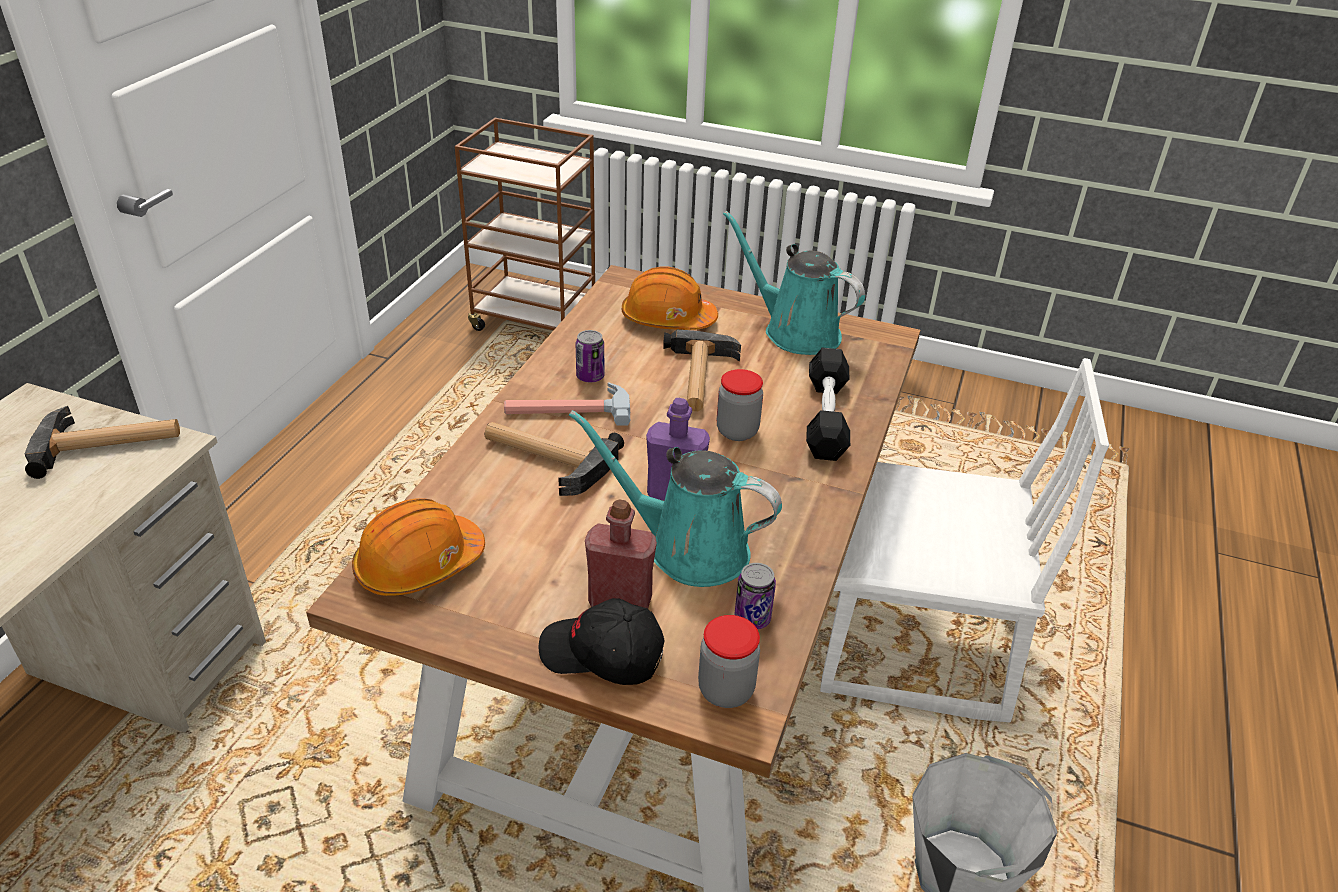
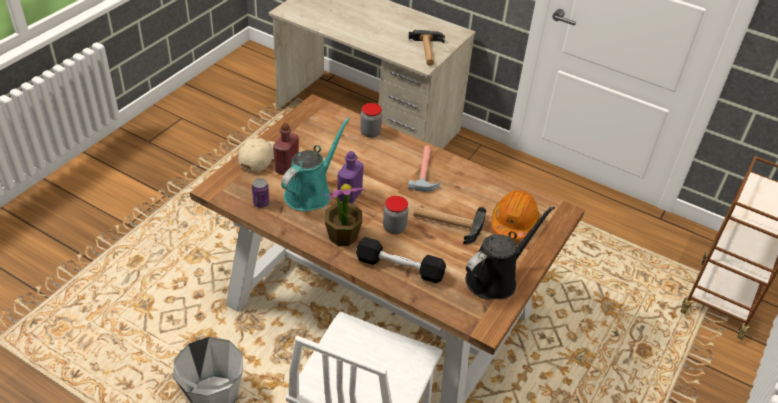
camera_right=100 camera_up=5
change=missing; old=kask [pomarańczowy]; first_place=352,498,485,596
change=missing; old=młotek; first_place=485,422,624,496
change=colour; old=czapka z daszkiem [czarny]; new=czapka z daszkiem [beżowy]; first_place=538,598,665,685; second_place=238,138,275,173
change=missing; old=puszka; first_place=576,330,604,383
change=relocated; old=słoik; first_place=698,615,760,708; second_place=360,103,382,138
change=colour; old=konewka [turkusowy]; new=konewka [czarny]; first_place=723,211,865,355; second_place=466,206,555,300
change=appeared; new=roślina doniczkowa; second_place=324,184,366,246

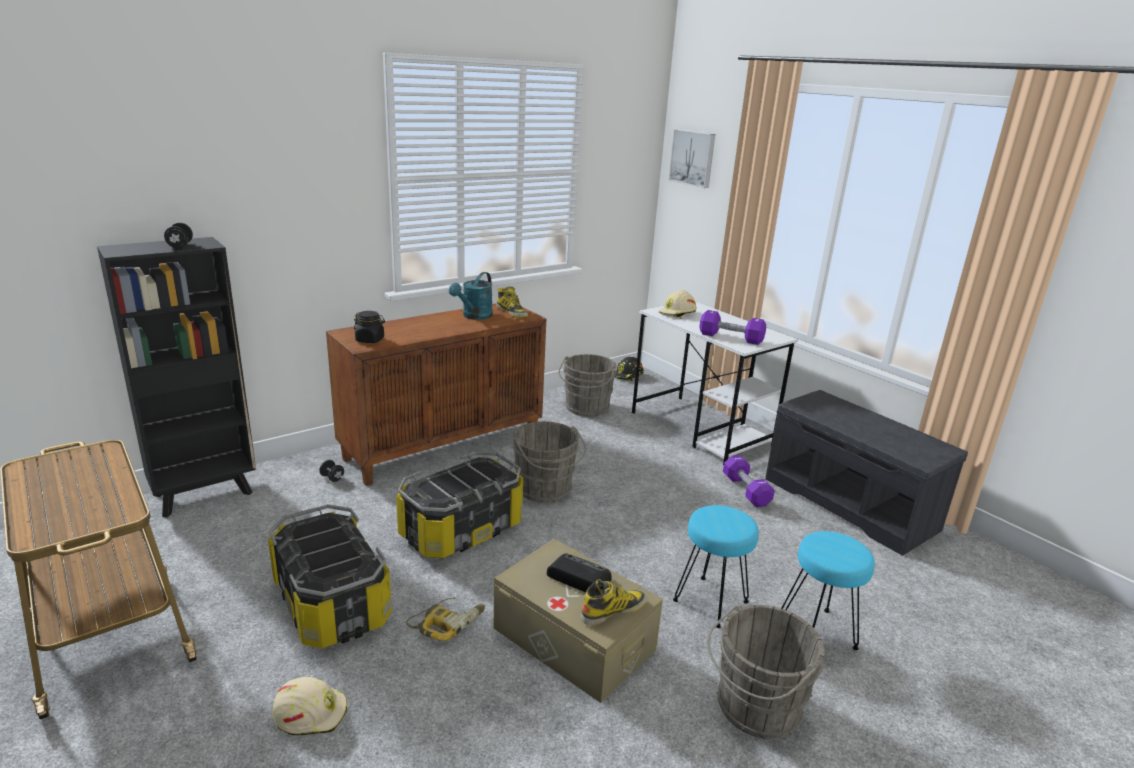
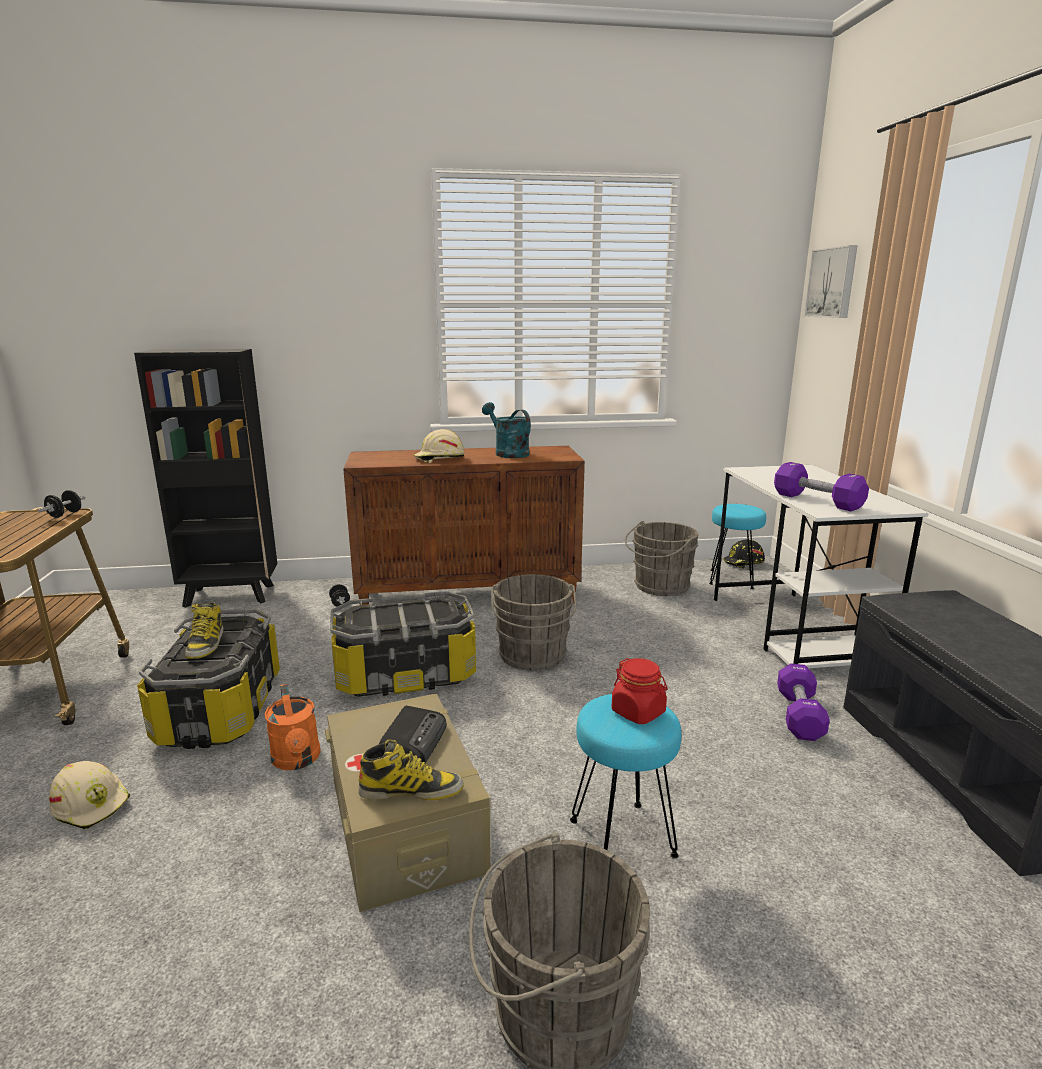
camera_right=30 camera_up=-5
change=relocated; old=hantel [czarny]; first_place=164,223,193,248; second_place=38,490,85,518
change=missing; old=słoik [czarny]; first_place=354,311,385,343
change=exchanged; old=wiertarka; new=konewka [pomarańczowy]; first_place=406,597,485,641; second_place=265,684,321,770
change=spun; old=konewka [turkusowy]; first_place=449,272,493,320; second_place=482,402,531,458; degrees=90
change=relocated; old=but z cholewką; first_place=496,286,528,318; second_place=185,602,223,659
change=spun; old=radio; first_place=547,554,611,592; second_place=379,706,447,762; degrees=45
change=relocated; old=kask [beżowy]; first_place=659,290,697,319; second_place=414,429,465,463
change=relocated; old=stołek [turkusowy]; first_place=781,531,875,650; second_place=709,504,766,589
change=appeared; new=słoik [czerwony]; second_place=612,658,668,724

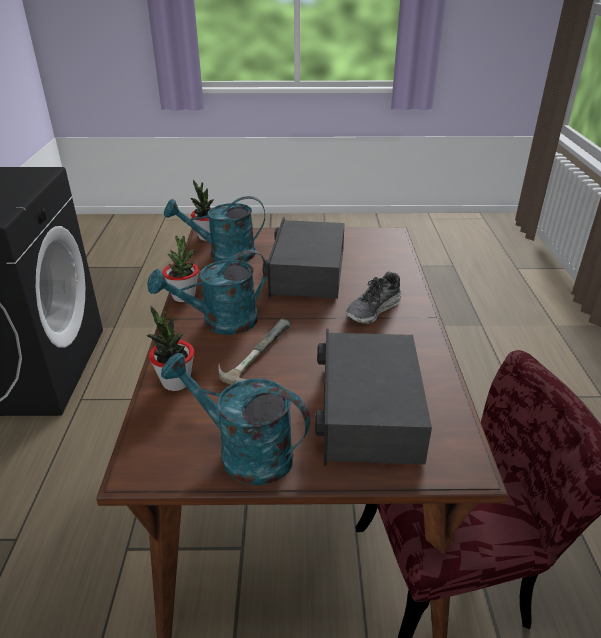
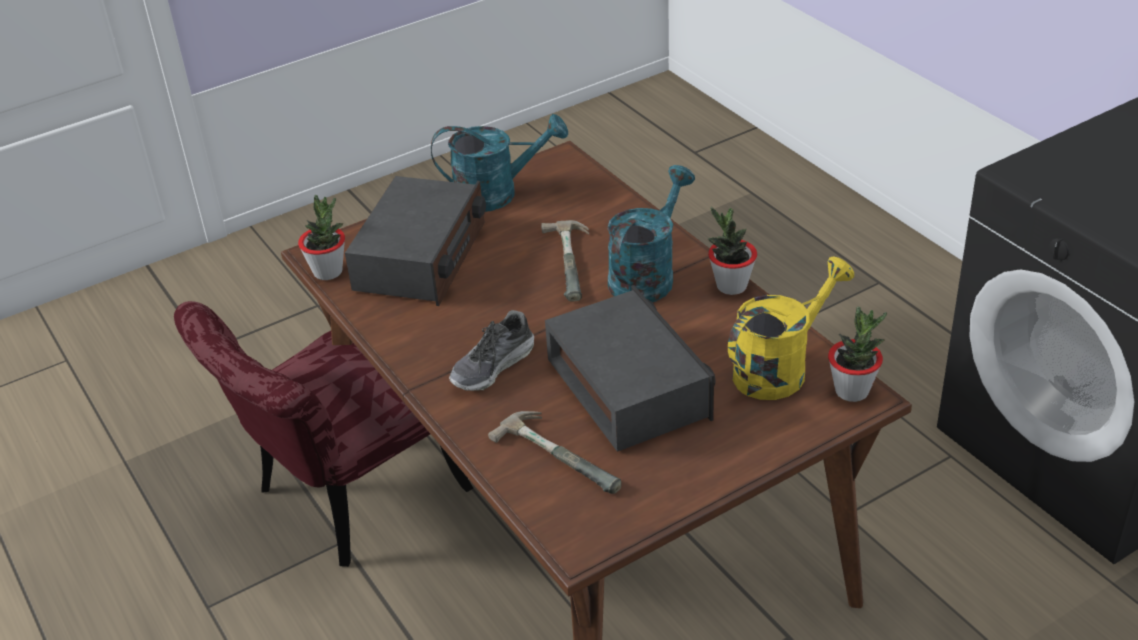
camera_right=150 camera_up=5
change=relocated; old=roślina doniczkowa; first_place=146,306,194,391; second_place=298,195,345,280
change=colour; old=konewka [turkusowy]; new=konewka [żółty]; first_place=164,196,265,262; second_place=728,256,854,400
change=spun; old=radio; first_place=315,329,432,466; second_place=345,176,486,306; degrees=45
change=spun; old=but; first_place=345,272,402,324; second_place=449,310,534,391; degrees=-150
change=appeared; new=młotek; second_place=488,411,621,494

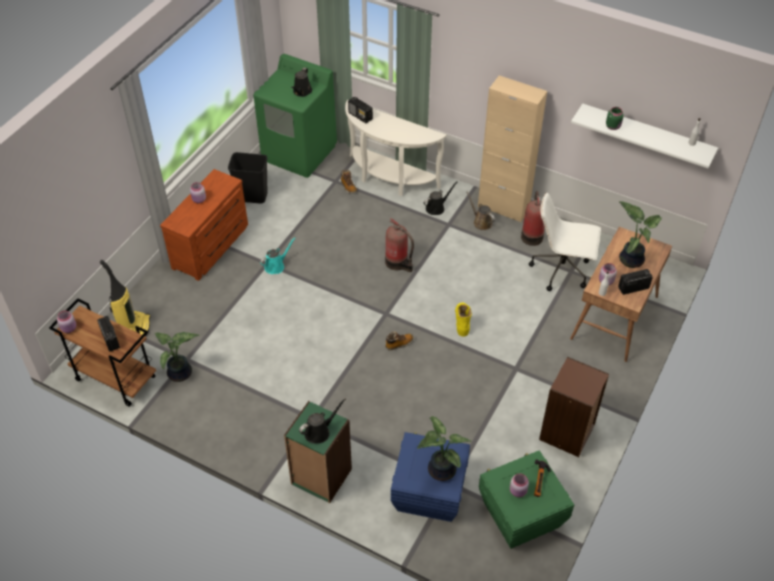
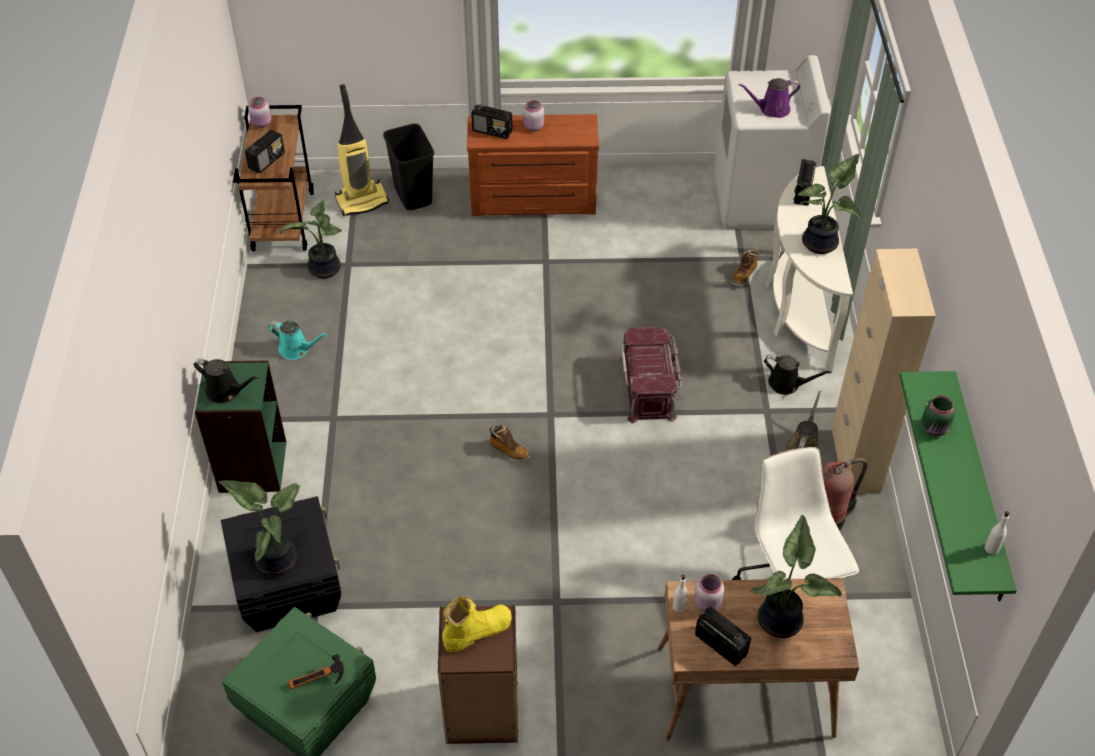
camera_right=60 camera_up=0
change=relocated; old=kosz na śmieci [czarny]; first_place=228,152,268,204; second_place=383,124,434,210
change=colour; old=pralka [zielony]; new=pralka [biały]; first_place=253,54,337,178; second_place=714,55,831,229
change=relocated; old=konewka [turkusowy]; first_place=260,237,296,274; second_place=268,321,328,360
change=colour; old=konewka [czarny]; new=konewka [fioletowy]; first_place=291,68,312,97; second_place=739,78,800,118
change=exchanged; old=gaśnica; new=pojemnik do przechowywania [czerwony]; first_place=385,218,414,272; second_place=620,327,682,423
change=colour; old=pojemnik do przechowywania [niebieski]; new=pojemnik do przechowywania [czarny]; first_place=391,432,470,522; second_place=221,496,341,632
change=relocated; old=but z cholewką [żółty]; first_place=455,303,472,337; second_place=442,597,512,652
change=missing; old=słoik [różowy]; first_place=510,473,529,497
change=colour; old=półka [biały]; new=półka [zielony]; first_place=571,103,718,168; second_place=899,371,1017,601
change=appeared; new=radio; second_place=471,104,512,139
change=appeared; new=roślina doniczkowa; second_place=798,154,861,254

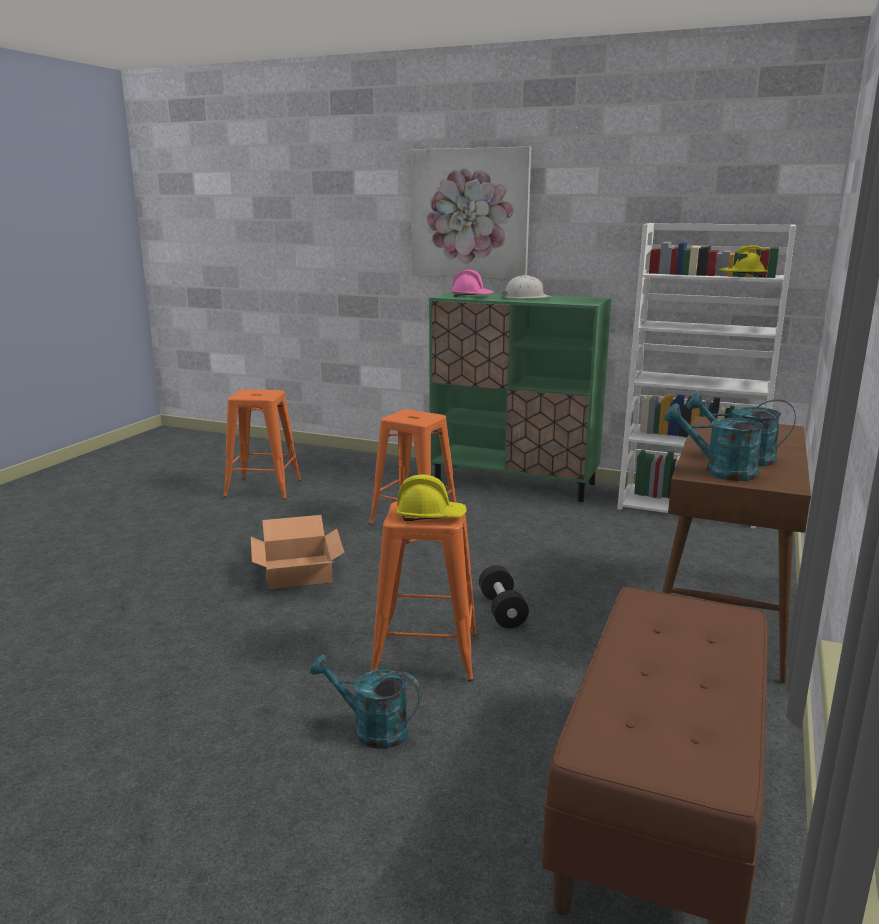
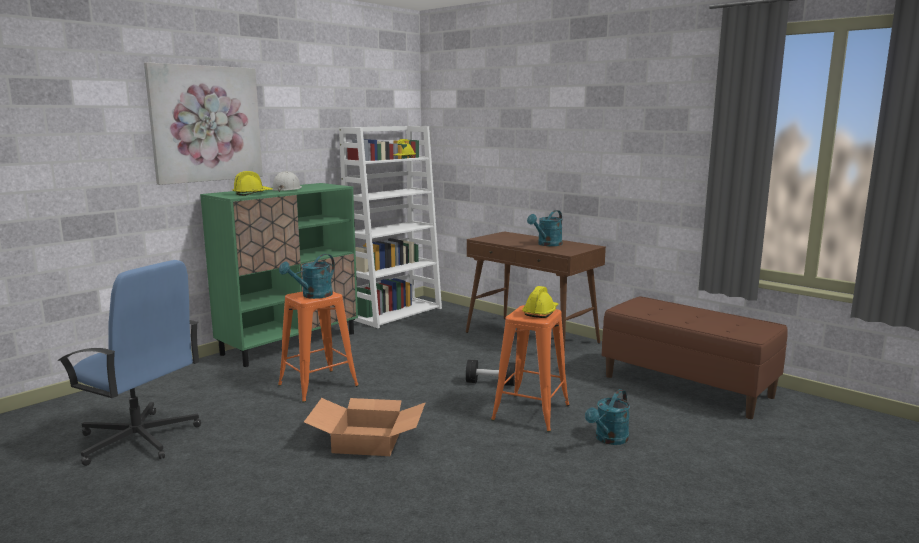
camera_right=-70 camera_up=-5
change=exchanged; old=stołek [pomarańczowy]; new=krzesło biurowe [niebieski]; first_place=223,389,302,500; second_place=57,260,201,466
change=colour; old=kask [różowy]; new=kask [żółty]; first_place=450,270,495,297; second_place=232,171,273,196
change=relocated; old=konewka [turkusowy]; first_place=664,403,778,481; second_place=279,254,335,299

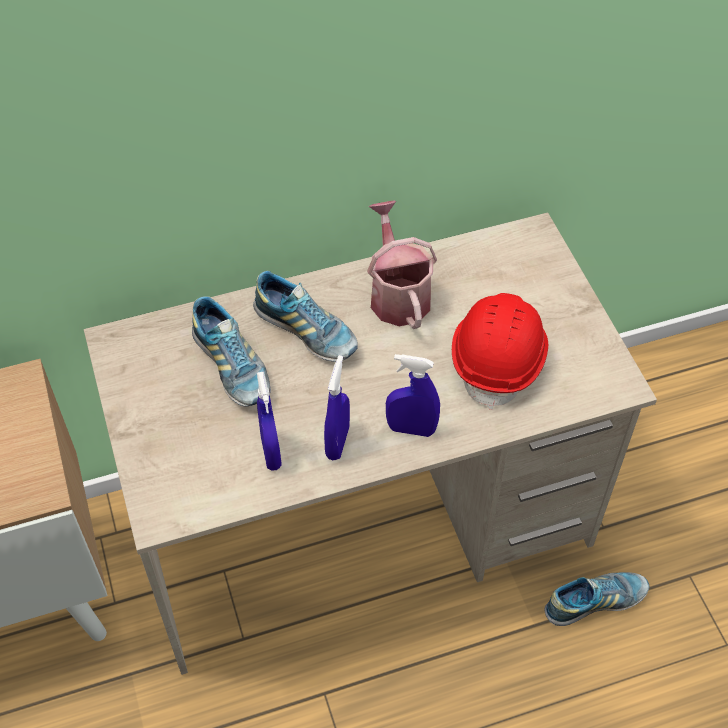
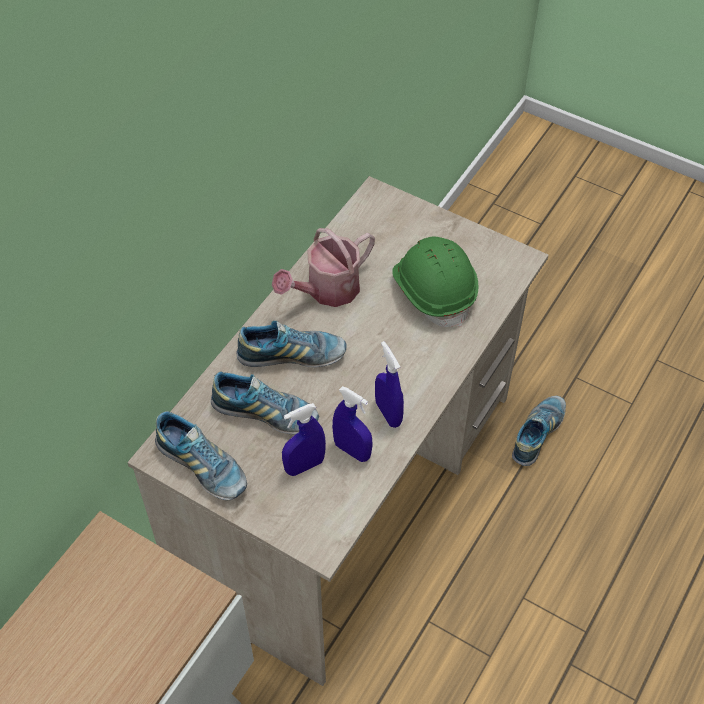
camera_right=-40 camera_up=0
change=spun; old=konewka; first_place=367,201,437,329; second_place=272,228,375,307; degrees=-75
change=relocated; old=spryskiwacz [niebieski]; first_place=386,354,440,437; second_place=282,403,326,476
change=colour; old=kask [czerwony]; new=kask [zielony]; first_place=452,293,548,410; second_place=392,237,478,327
change=appeared; new=but; second_place=155,411,247,500

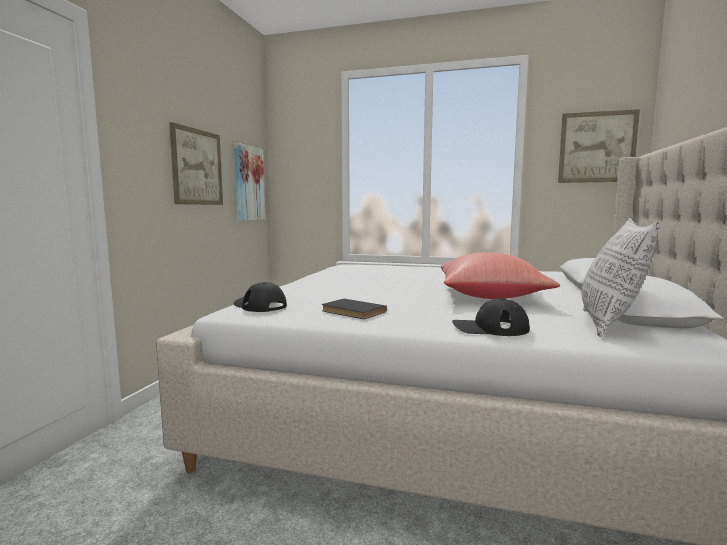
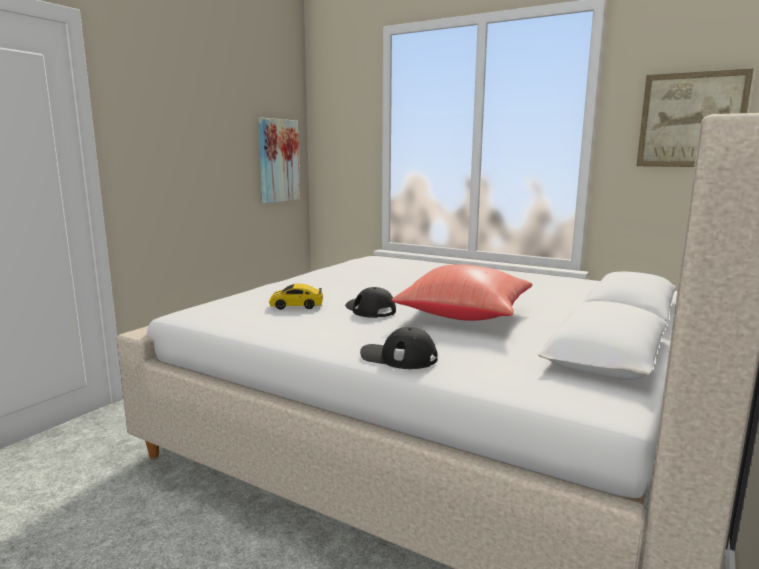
camera_right=15 camera_up=5
change=missing; old=obraz; first_place=169,122,223,205
change=relocated; old=czapka z daszkiem [czarny]; first_place=233,282,287,312; second_place=345,287,396,318
change=missing; old=książka [czarny]; first_place=322,299,387,319
change=missing; old=poduszka; first_place=582,218,659,337
change=appeared; new=samochodzik; second_place=269,284,323,310

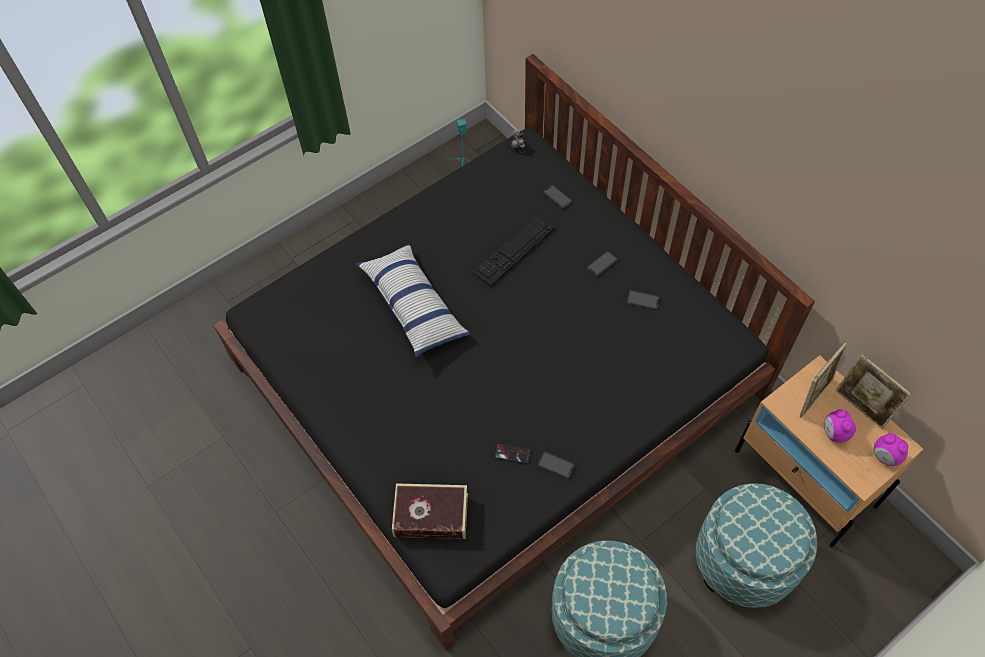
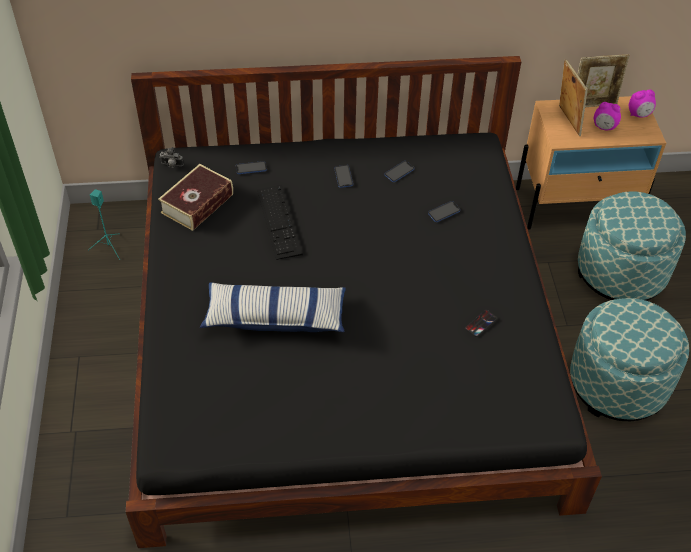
camera_right=-60 camera_up=-10
change=relocated; old=książka; first_place=392,483,468,539; second_place=158,164,233,231
change=relocated; old=telefon; first_place=538,451,575,479; second_place=428,201,460,222

